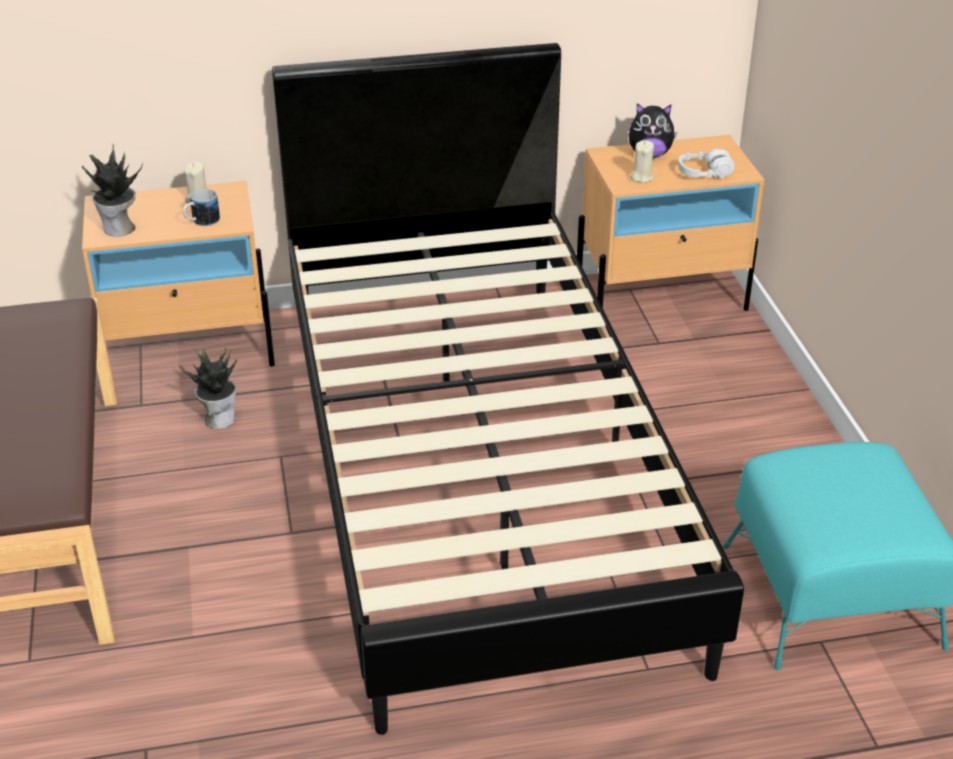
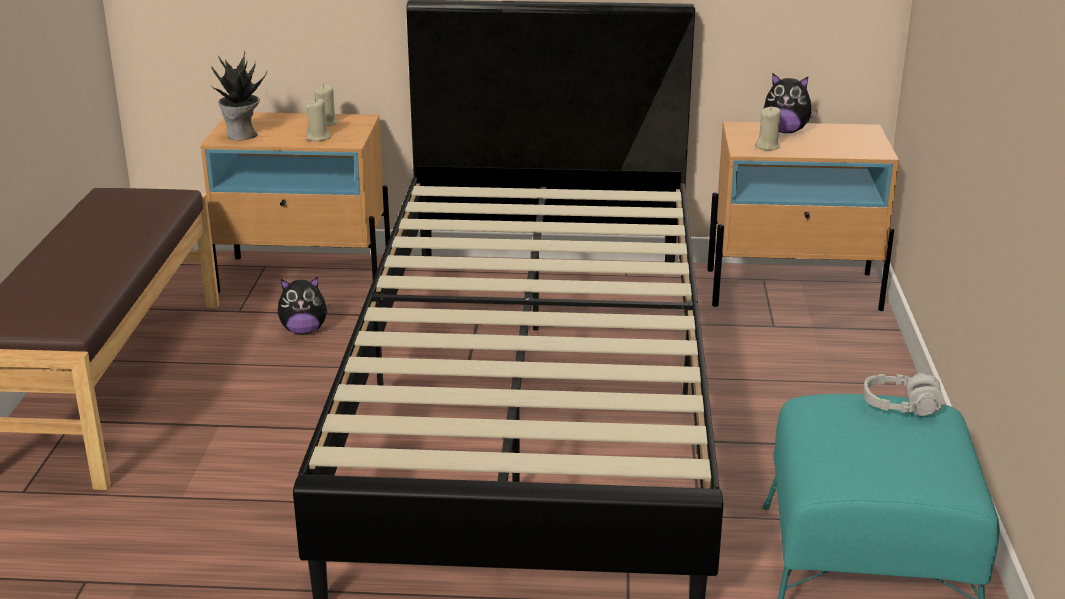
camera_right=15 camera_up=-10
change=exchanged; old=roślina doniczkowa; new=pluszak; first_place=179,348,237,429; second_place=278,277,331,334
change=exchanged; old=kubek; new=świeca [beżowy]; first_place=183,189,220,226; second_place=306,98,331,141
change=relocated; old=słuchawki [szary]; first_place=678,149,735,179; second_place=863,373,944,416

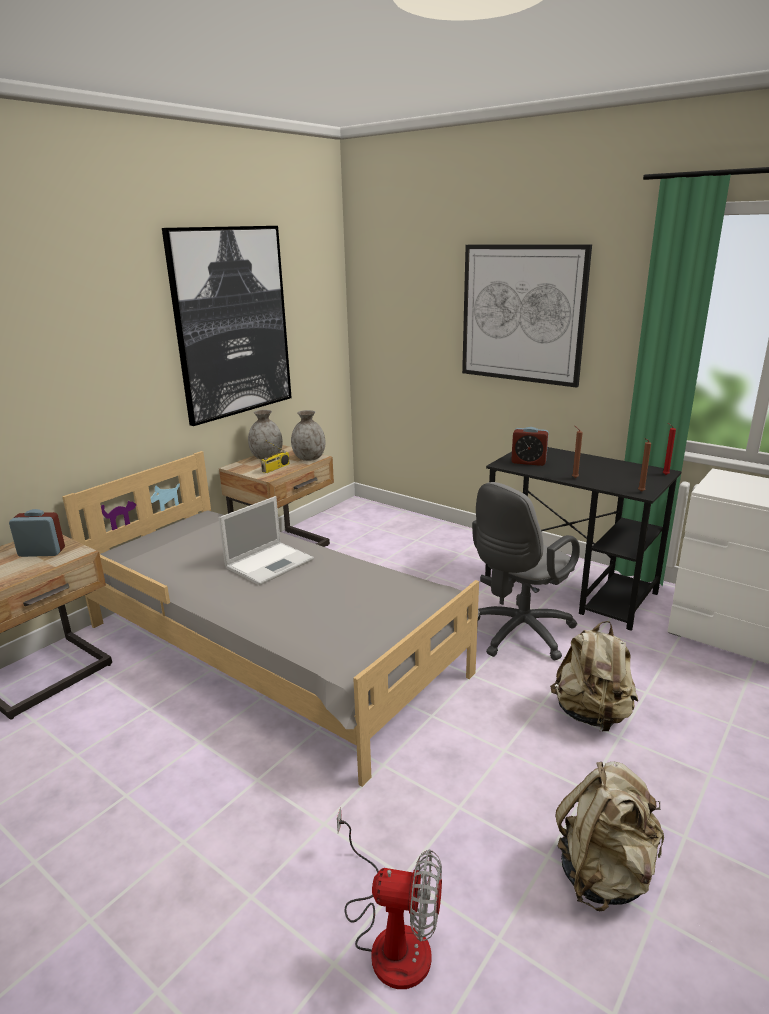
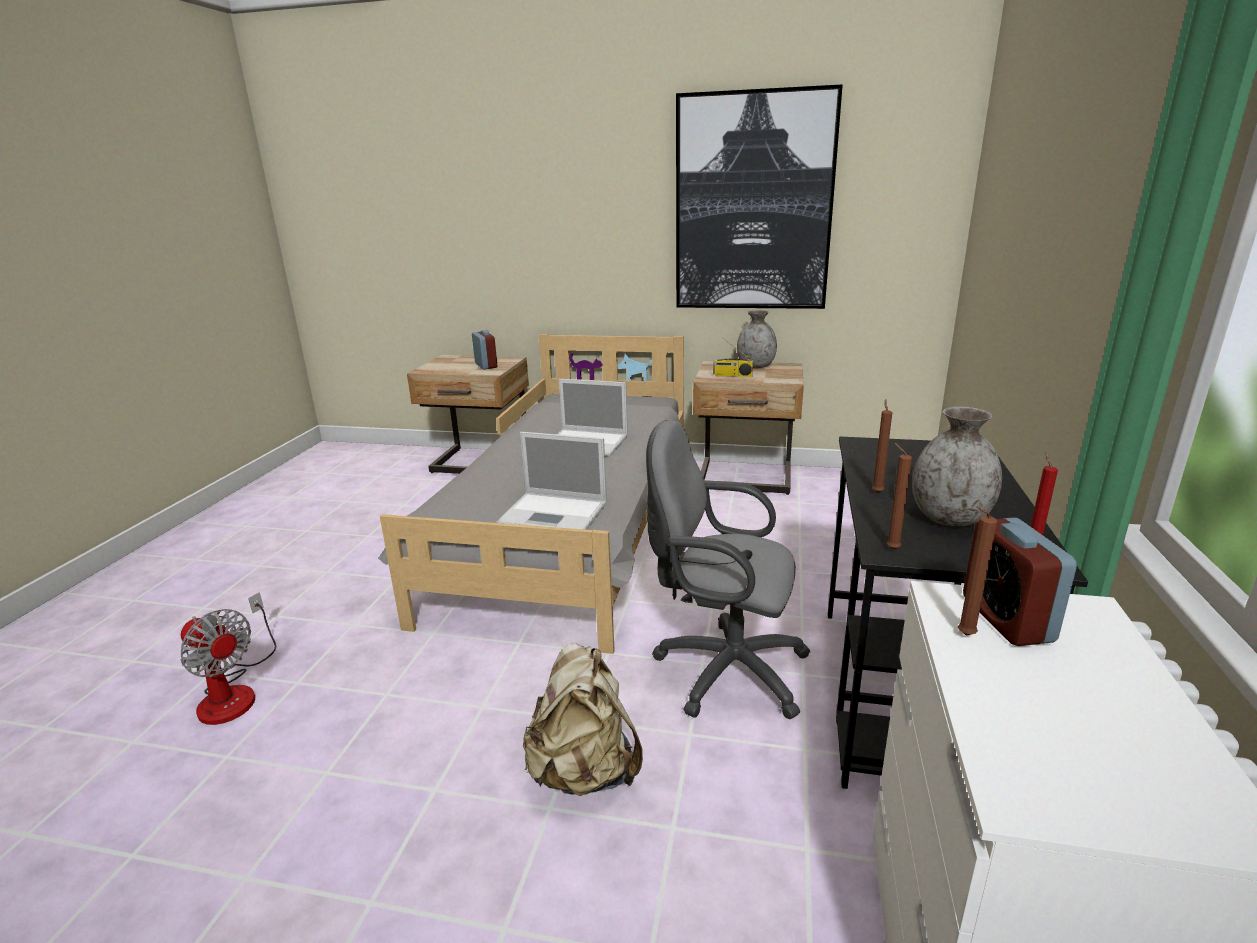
camera_right=65 camera_up=0
change=relocated; old=wazon [szary]; first_place=291,410,326,461; second_place=912,407,1002,526
change=spun; old=wentylator; first_place=337,807,442,989; second_place=180,592,276,725; degrees=-45
change=missing; old=obraz; first_place=462,244,592,388
change=relocated; old=budzik; first_place=511,427,549,466; second_place=963,518,1077,646
change=missing; old=plecak [beżowy]; first_place=555,761,664,911
change=appeared; new=laptop; second_place=496,432,607,530
change=appeared; new=świeca [brązowy]; second_place=958,506,997,636

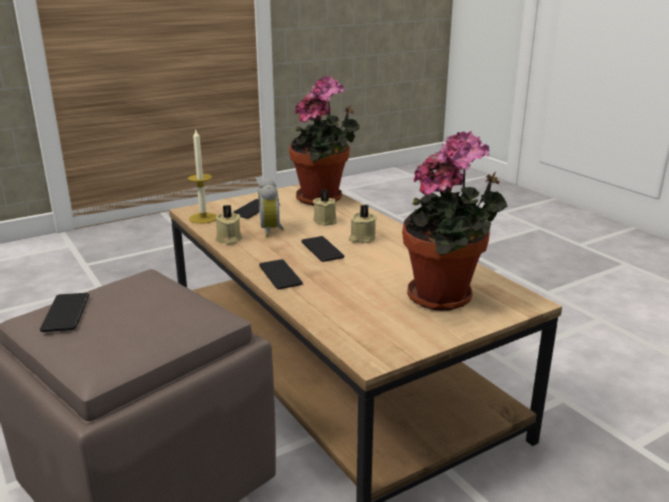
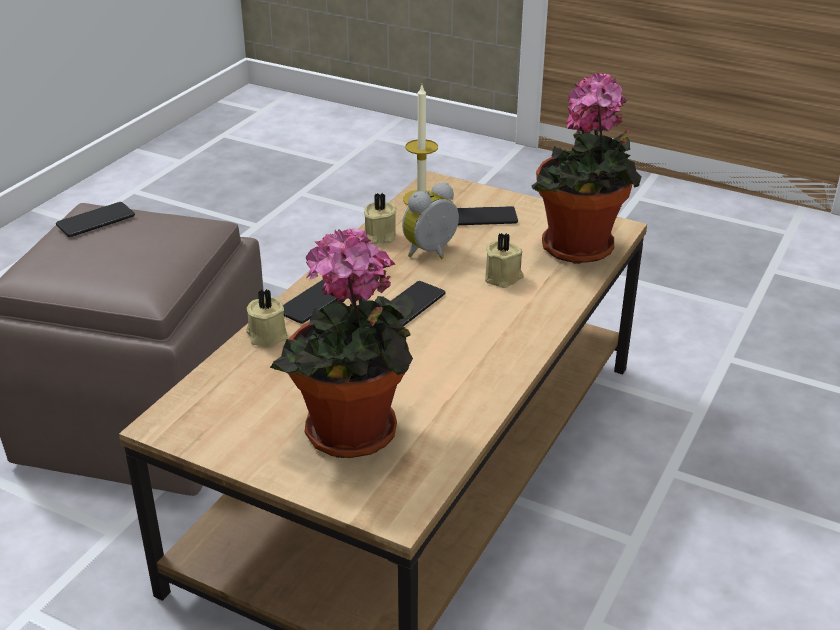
camera_right=60 camera_up=10
change=relocated; old=świeca [beżowy]; first_place=349,205,377,243; second_place=246,289,288,346

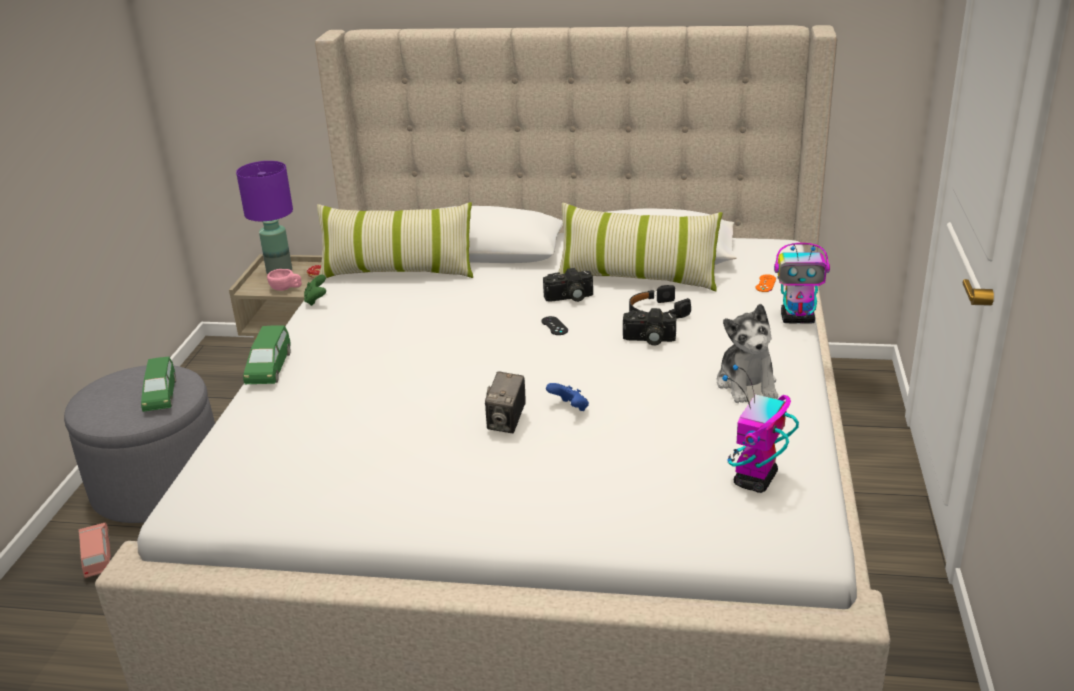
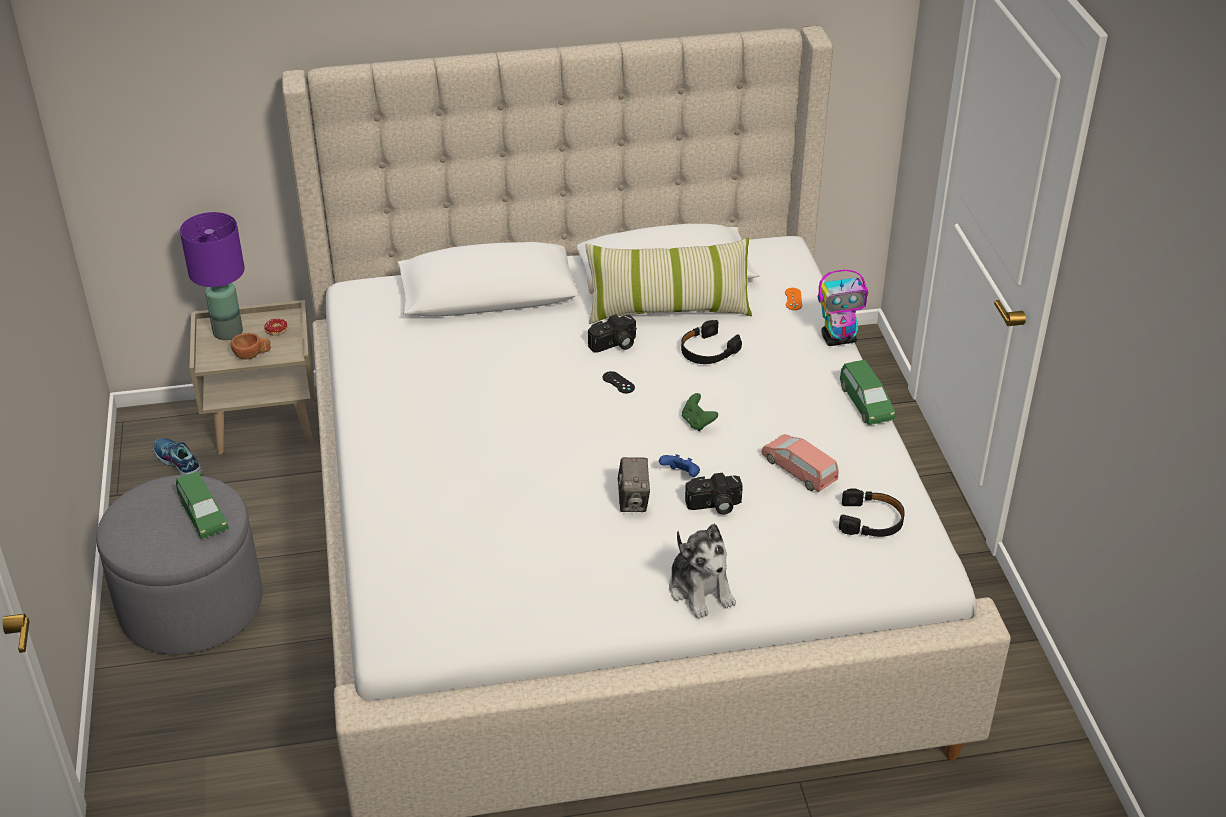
camera_right=-20 camera_up=10
change=relocated; old=samochodzik [różowy]; first_place=78,522,111,578; second_place=762,434,839,492
change=relocated; old=samochodzik [zielony]; first_place=243,325,291,384; second_place=840,360,896,425
change=colour; old=filiżanka [różowy]; new=filiżanka [brązowy]; first_place=267,269,302,291; second_place=231,333,271,360
change=relocated; old=pad do gier [zielony]; first_place=304,275,326,306; second_place=682,393,718,431
change=missing; old=poduszka; first_place=317,202,473,278
change=relocated; old=aparat fotograficzny; first_place=623,308,677,346; second_place=685,473,743,515
change=relocated; old=pluszak; first_place=717,304,778,403; second_place=669,524,736,619
change=exchanged; old=robot zabawkowy; new=słuchawki [czarny]; first_place=722,364,799,493; second_place=839,488,905,537
change=appeared; new=but; second_place=154,438,203,476

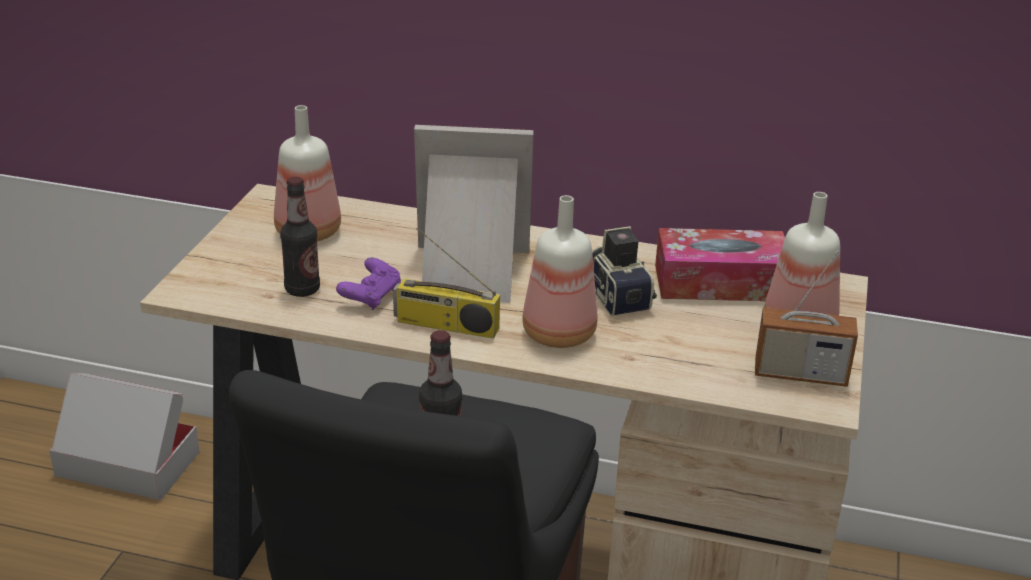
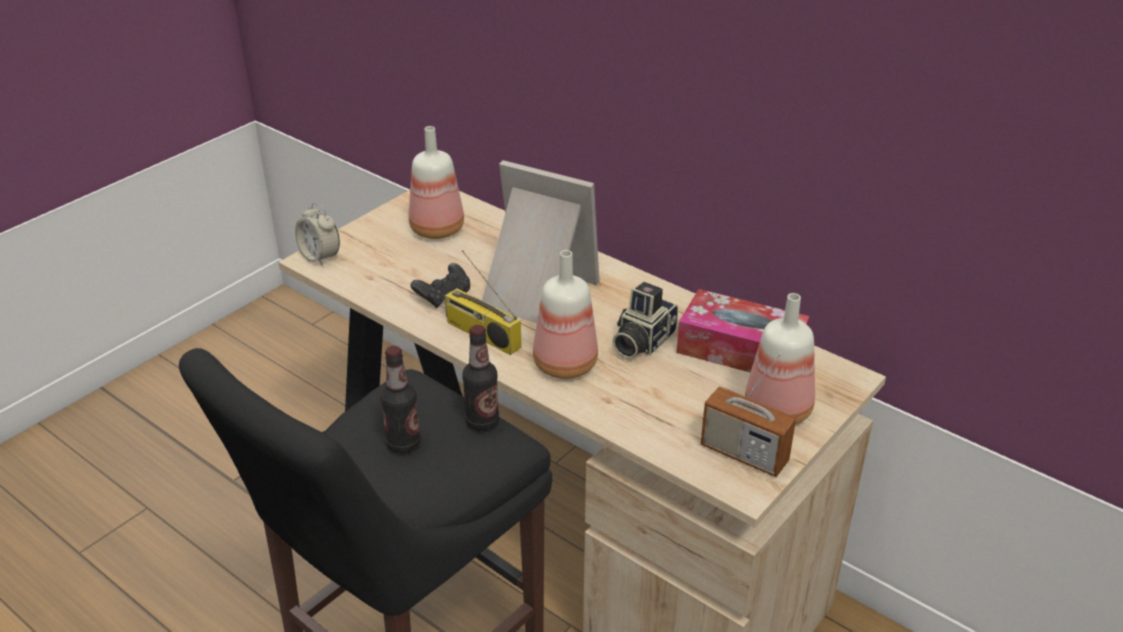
camera_right=25 camera_up=5
change=missing; old=karton; first_place=49,373,199,500
change=relocated; old=butelka; first_place=280,176,320,297; second_place=462,325,499,431
change=colour; old=pad do gier [fioletowy]; new=pad do gier [czarny]; first_place=336,257,401,310; second_place=411,263,470,308
change=spun; old=aparat fotograficzny; first_place=592,226,657,316; second_place=613,282,678,358; degrees=-150
change=appeared; new=budzik; second_place=295,203,340,266

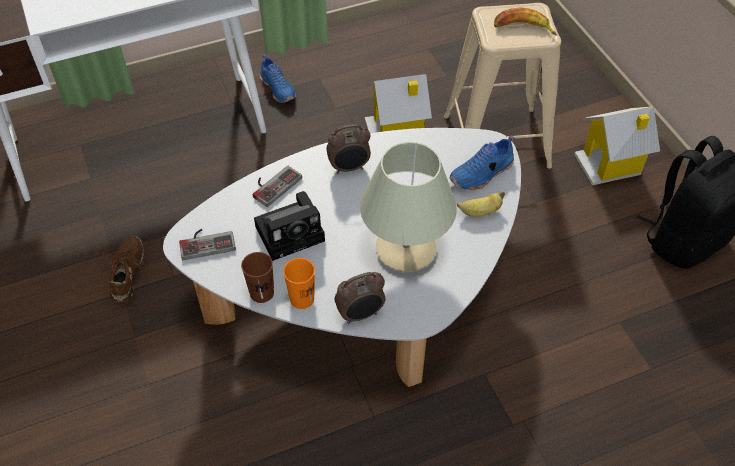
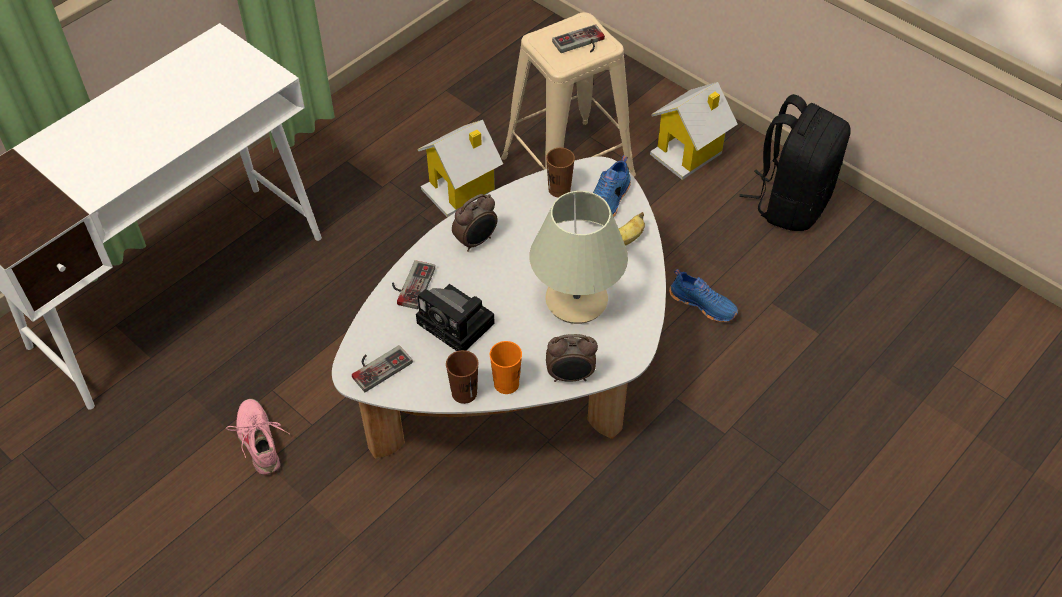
camera_right=-25 camera_up=0
change=colour; old=but [brązowy]; new=but [różowy]; first_place=100,236,147,302; second_place=226,399,290,475
change=spun; old=aparat fotograficzny; first_place=254,191,325,261; second_place=416,284,495,351; degrees=90
change=relocated; old=but [niebieski]; first_place=260,54,296,103; second_place=669,269,738,322
change=spun; old=budzik; first_place=335,272,386,324; second_place=546,334,598,382; degrees=45
change=exchanged; old=banan; new=pad do gier; first_place=494,8,557,35; second_place=552,24,605,53
change=appeared; new=filiżanka [brązowy]; second_place=546,148,575,198

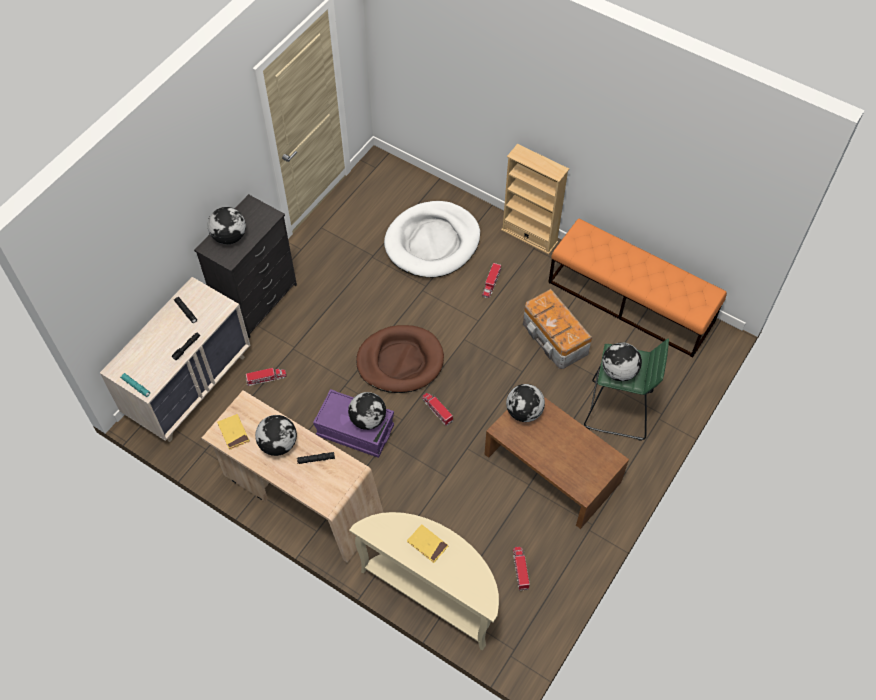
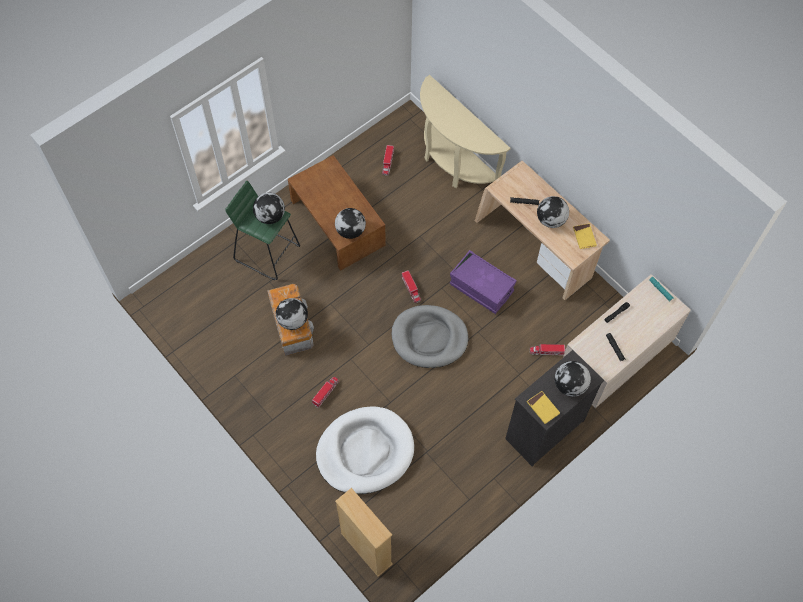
camera_right=-165 camera_up=5
change=relocated; old=globus; first_place=348,392,386,430; second_place=276,298,308,330
change=colour; old=legowisko [brązowy]; new=legowisko [szary]; first_place=356,325,444,393; second_place=392,305,468,368
change=relocated; old=książka [żółty]; first_place=407,524,449,563; second_place=527,391,560,424
change=relocated; old=regał [beżowy]; first_place=501,144,569,255; second_place=335,488,393,577
change=missing; old=ławka [pomarańczowy]; first_place=548,218,727,358

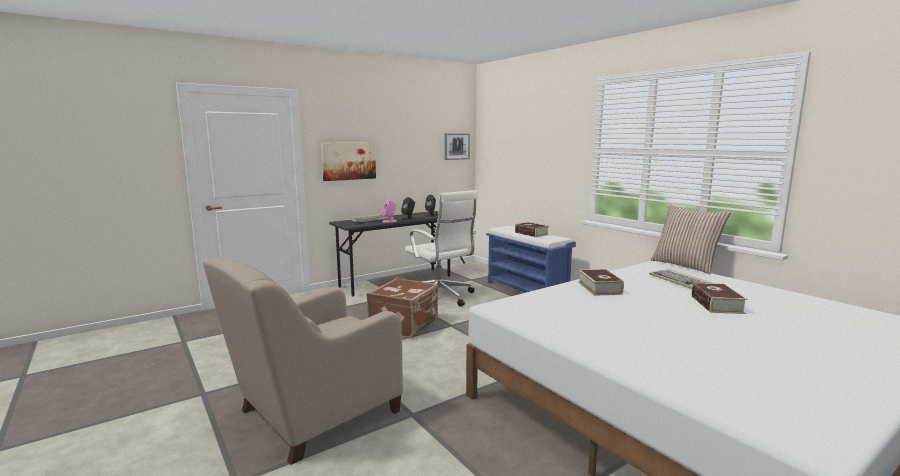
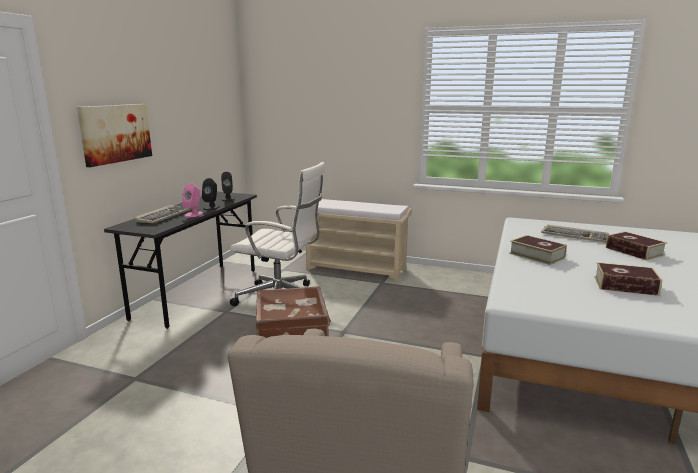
camera_right=-35 camera_up=5
change=missing; old=obraz; first_place=445,133,470,160
change=colour; old=ławka [niebieski]; new=ławka [beżowy]; first_place=486,226,576,293; second_place=306,199,412,281
change=relocated; old=książka; first_place=515,222,549,237; second_place=595,262,662,296
change=missing; old=poduszka; first_place=650,205,731,274

